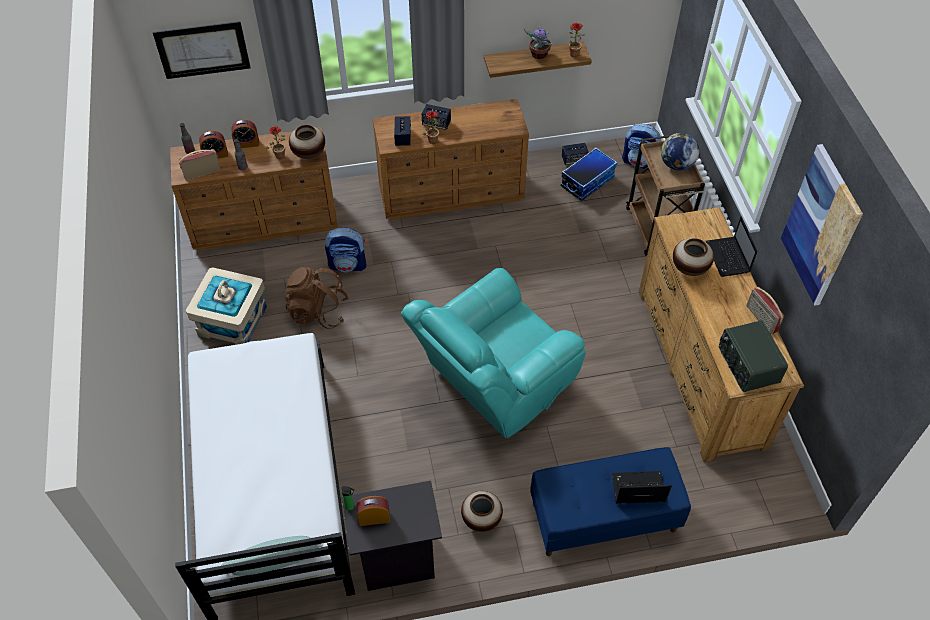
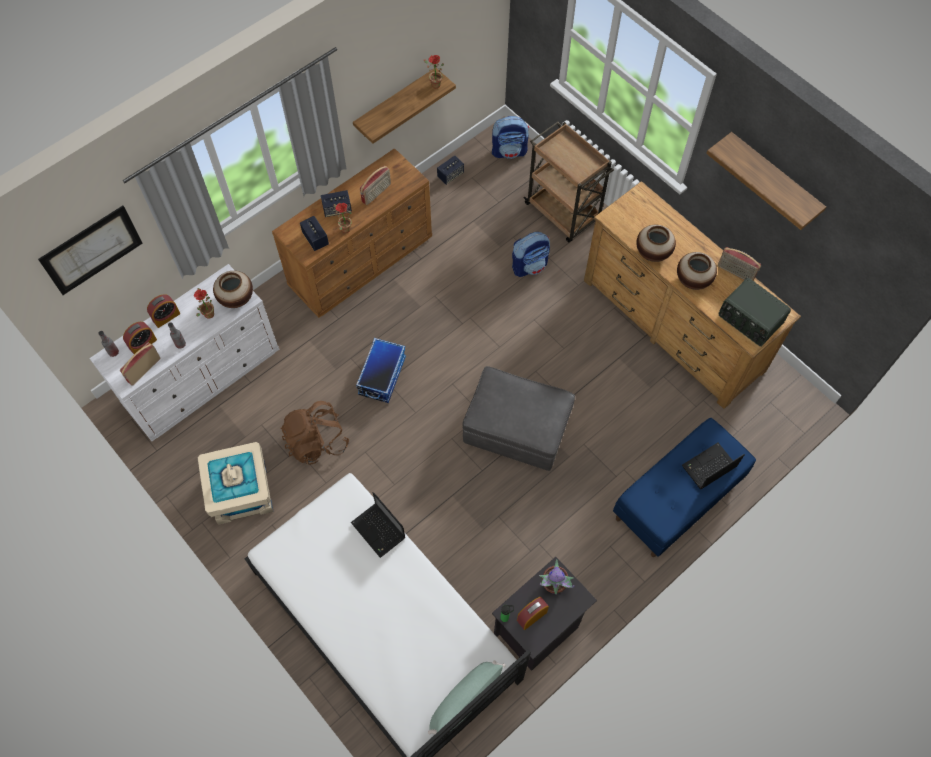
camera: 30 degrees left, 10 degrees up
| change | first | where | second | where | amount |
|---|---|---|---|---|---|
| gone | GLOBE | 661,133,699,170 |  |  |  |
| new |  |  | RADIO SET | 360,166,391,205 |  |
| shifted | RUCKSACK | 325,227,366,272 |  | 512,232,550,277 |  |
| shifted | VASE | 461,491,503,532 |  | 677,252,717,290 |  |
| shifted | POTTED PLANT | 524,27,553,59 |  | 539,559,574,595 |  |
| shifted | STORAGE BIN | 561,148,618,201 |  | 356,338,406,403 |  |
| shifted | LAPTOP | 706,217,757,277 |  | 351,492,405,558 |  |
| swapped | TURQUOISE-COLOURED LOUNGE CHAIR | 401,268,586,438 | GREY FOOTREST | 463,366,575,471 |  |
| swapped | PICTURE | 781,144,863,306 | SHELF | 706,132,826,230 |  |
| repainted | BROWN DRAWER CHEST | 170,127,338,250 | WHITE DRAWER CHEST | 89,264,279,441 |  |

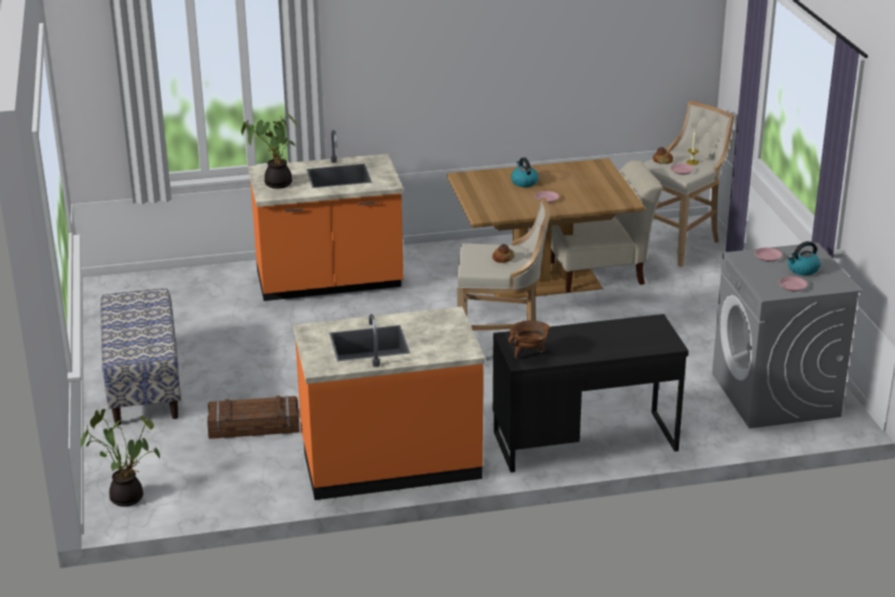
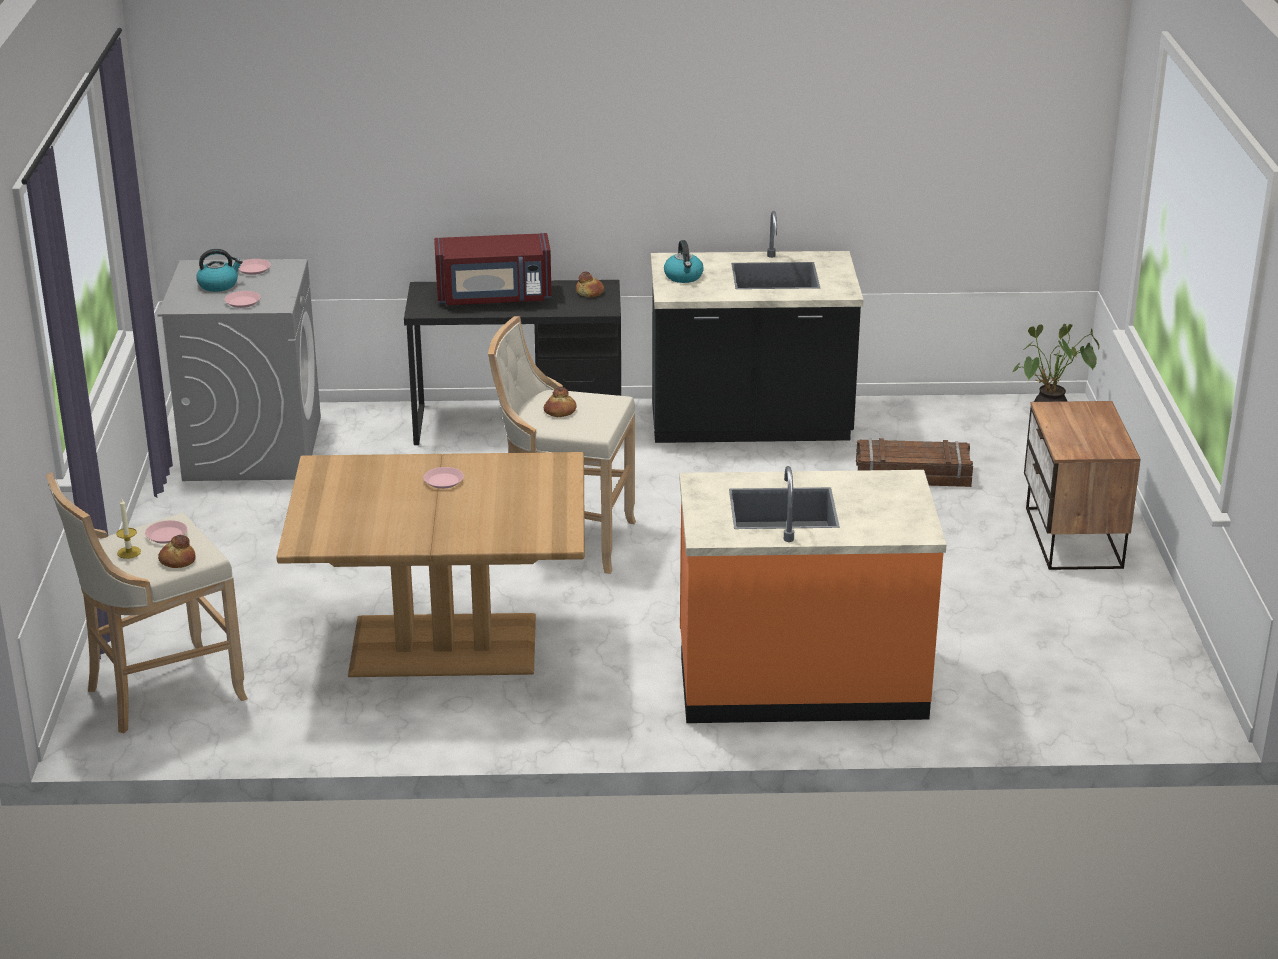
camera: 170 degrees left, 0 degrees up
| change | first | where | second | where | amount |
|---|---|---|---|---|---|
| gone | POTTED PLANT | 241,113,297,189 |  |  |  |
| gone | BEIGE UPRIGHT CHAIR | 551,160,662,293 |  |  |  |
| new |  |  | RED-COLOURED MICROWAVE OVEN | 434,233,552,305 |  |
| shifted | WATER KETTLE | 511,157,539,187 |  | 664,240,704,283 |  |
| swapped | INDOOR BENCH | 100,288,181,426 | NIGHTSTAND | 1024,401,1141,570 |  |
| swapped | BROWN STOCKPOT | 508,320,550,359 | BAKED BREAD | 576,271,604,297 |  |
| repainted | ORANGEY KITCHEN BASE UNIT | 293,307,485,500 | BLACK-COLOURED KITCHEN BASE UNIT | 651,211,863,443 |  |

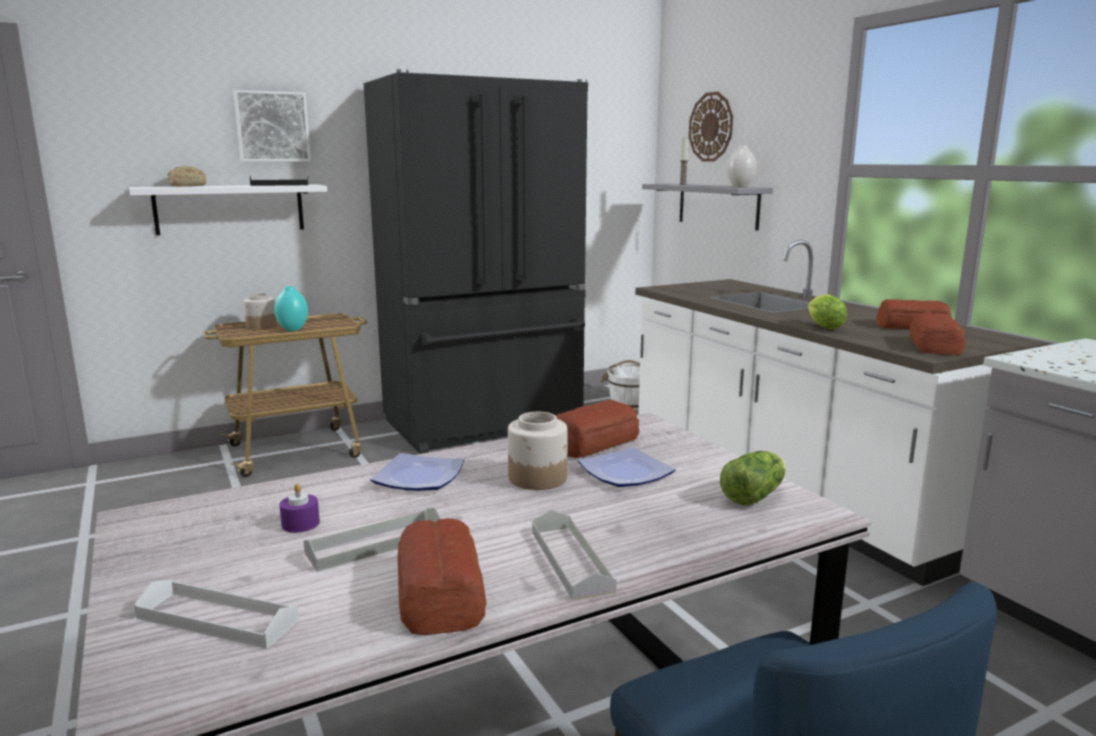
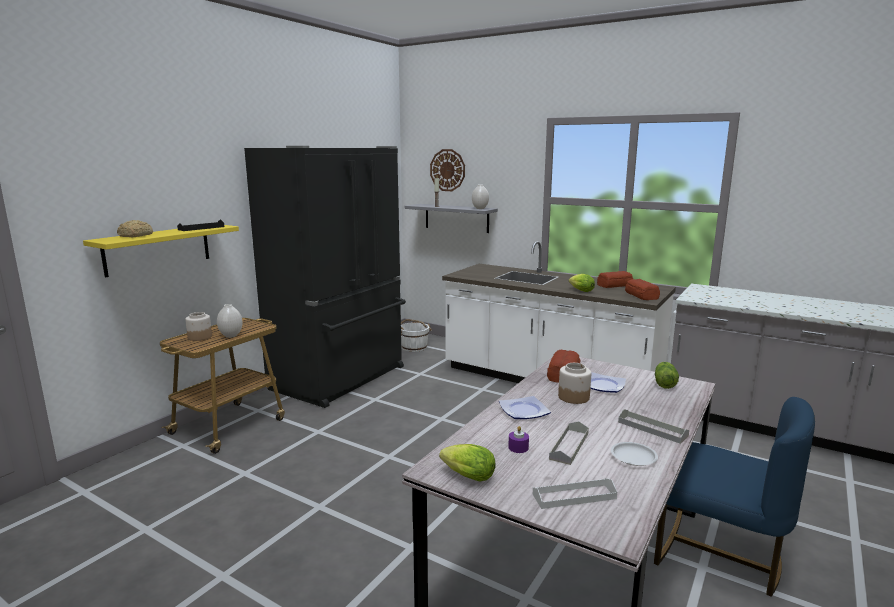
camera: 30 degrees left, 0 degrees up
| change | first | where | second | where | amount |
|---|---|---|---|---|---|
| gone | PICTURE | 233,90,311,162 |  |  |  |
| new |  |  | HEAD OF LETTUCE | 439,444,495,482 |  |
| swapped | BAKED BREAD | 398,518,487,635 | WHITE DINNER PLATE | 611,442,658,466 |  |
| repainted | WHITE SHELF | 129,184,327,235 | YELLOW-COLOURED SHELF | 83,225,239,277 |  |
| repainted | TURQUOISE-COLOURED VASE | 274,286,308,331 | WHITE VASE | 217,304,243,338 |  |

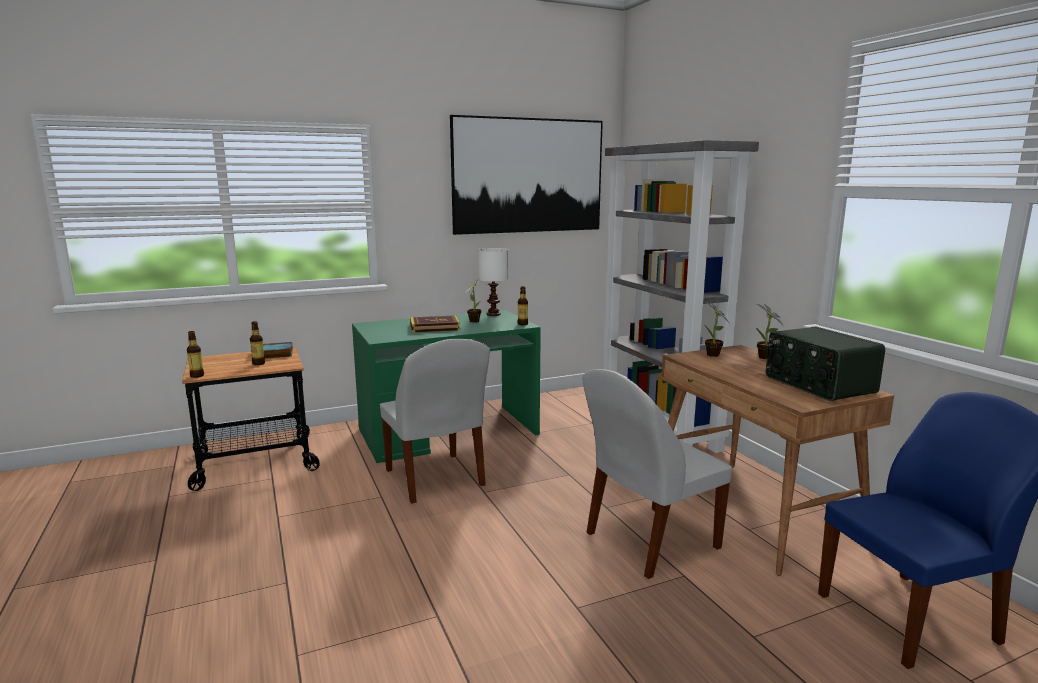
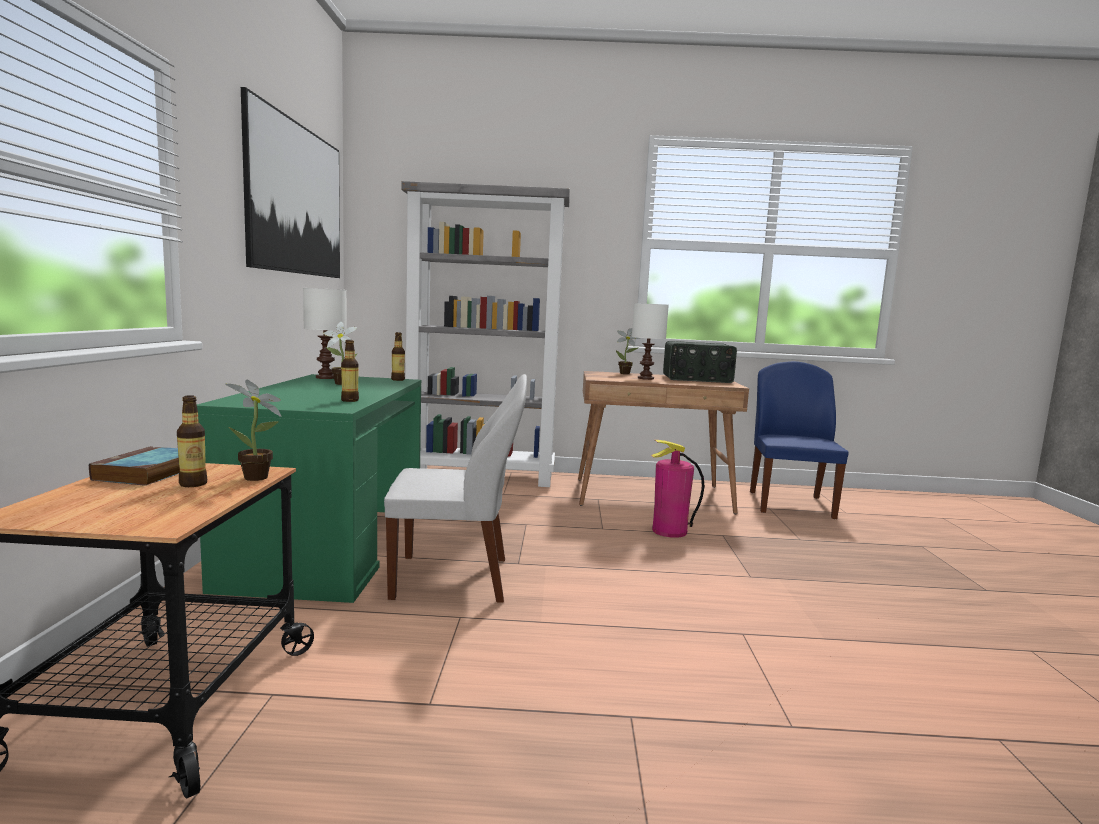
camera: 65 degrees left, 5 degrees down
| change | first | where | second | where | amount |
|---|---|---|---|---|---|
| gone | VOLUME | 410,315,460,333 |  |  |  |
| new |  |  | WHITE TABLETOP LAMP | 632,303,669,380 |  |
| shifted | DRINK BOTTLE | 187,331,204,378 |  | 341,340,359,402 |  |
| shifted | POTTED PLANT | 705,302,730,357 |  | 226,380,282,481 |  |
| swapped | WHITE UPRIGHT CHAIR | 582,369,732,579 | FIRE-FIGHTING CYLINDER | 651,440,704,538 |  |

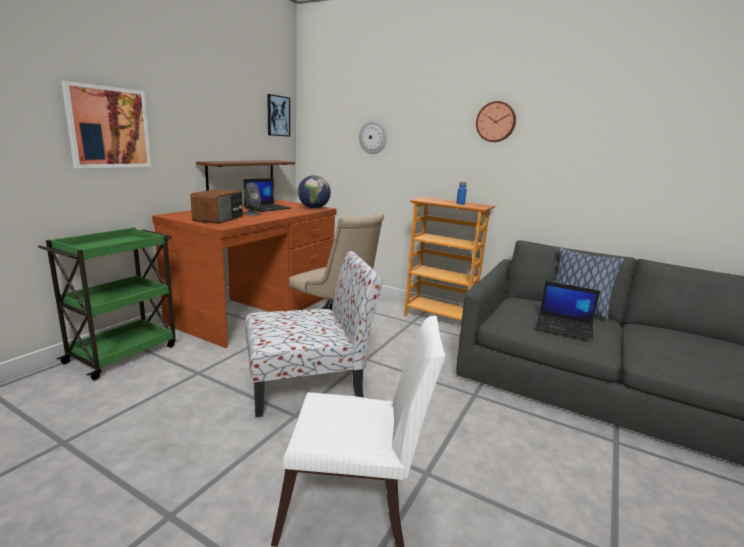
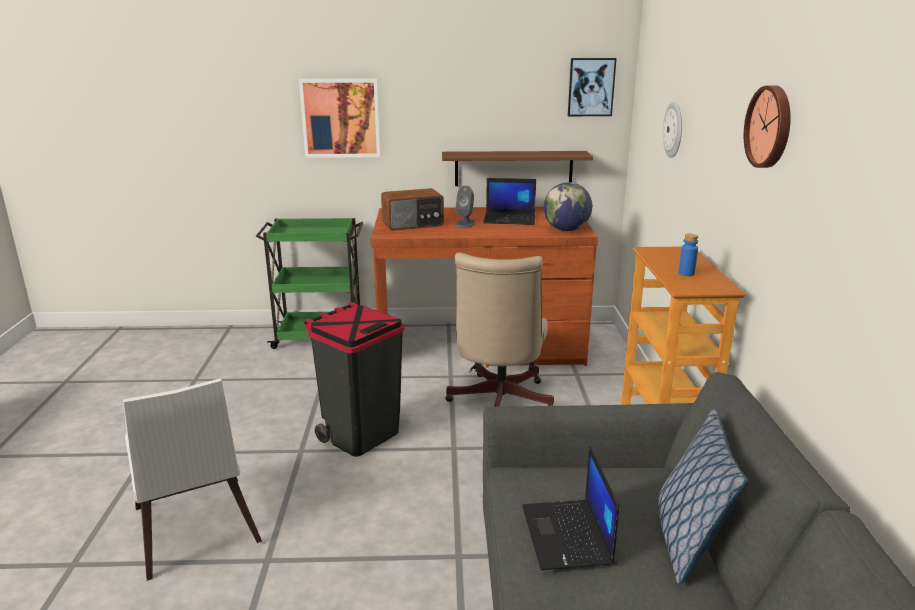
camera: 60 degrees right, 5 degrees up
| change | first | where | second | where | amount |
|---|---|---|---|---|---|
| swapped | UPRIGHT CHAIR | 245,251,383,417 | BLACK-COLOURED RUBBISH BIN | 304,302,405,457 |  |

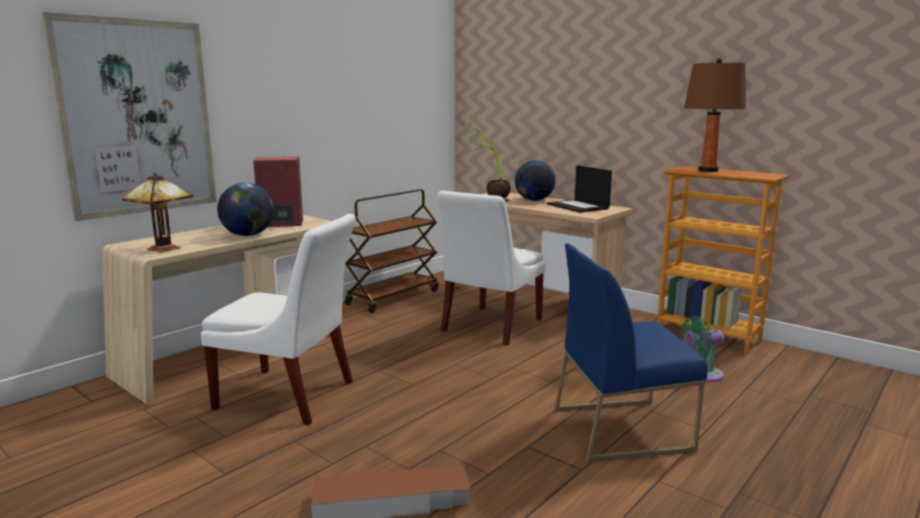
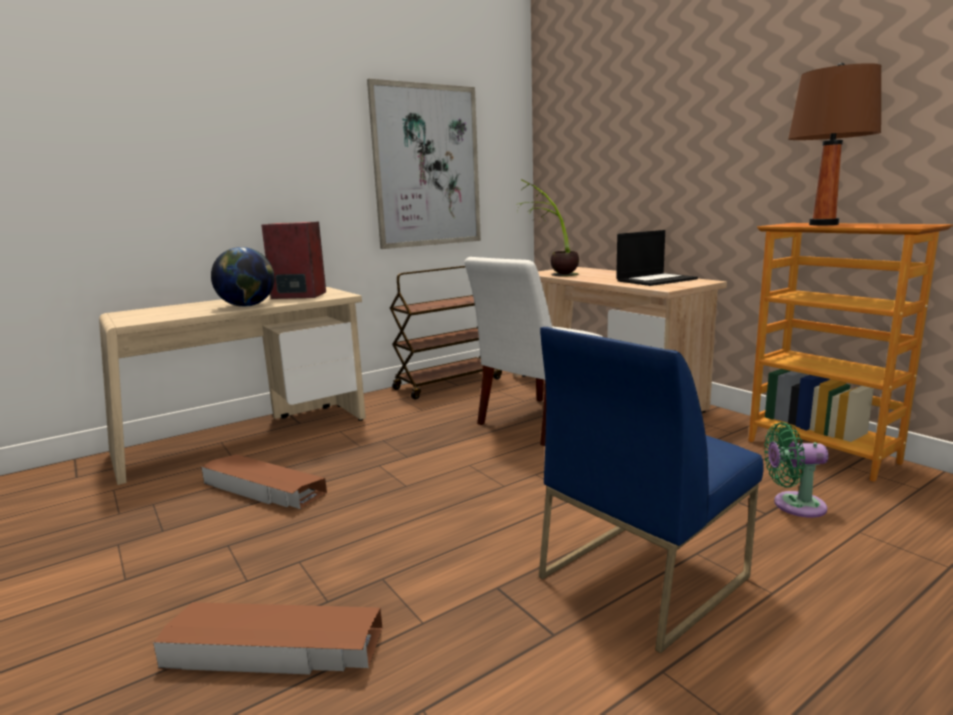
camera: 15 degrees right, 0 degrees up
| change | first | where | second | where | amount |
|---|---|---|---|---|---|
| gone | TABLETOP LAMP | 122,172,193,252 |  |  |  |
| gone | GLOBE | 515,160,556,201 |  |  |  |
| shifted | PICTURE | 42,12,217,221 |  | 367,79,481,249 |  |
| swapped | WHITE UPRIGHT CHAIR | 201,214,356,425 | BROWN STORAGE BIN | 202,454,327,509 |  |
| rotated | LAPTOP | 547,165,612,213 |  | 616,230,698,286 | 105 degrees counterclockwise |
| rotated | BLUE-COLOURED UPRIGHT CHAIR | 555,243,708,462 |  | 539,327,764,653 | 45 degrees counterclockwise |

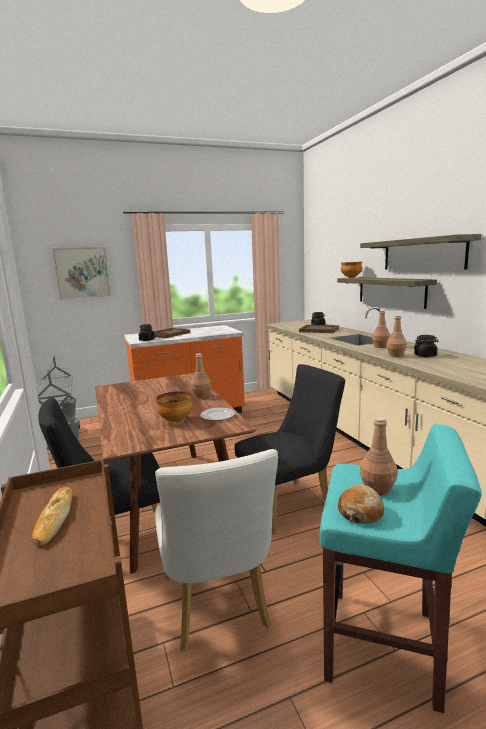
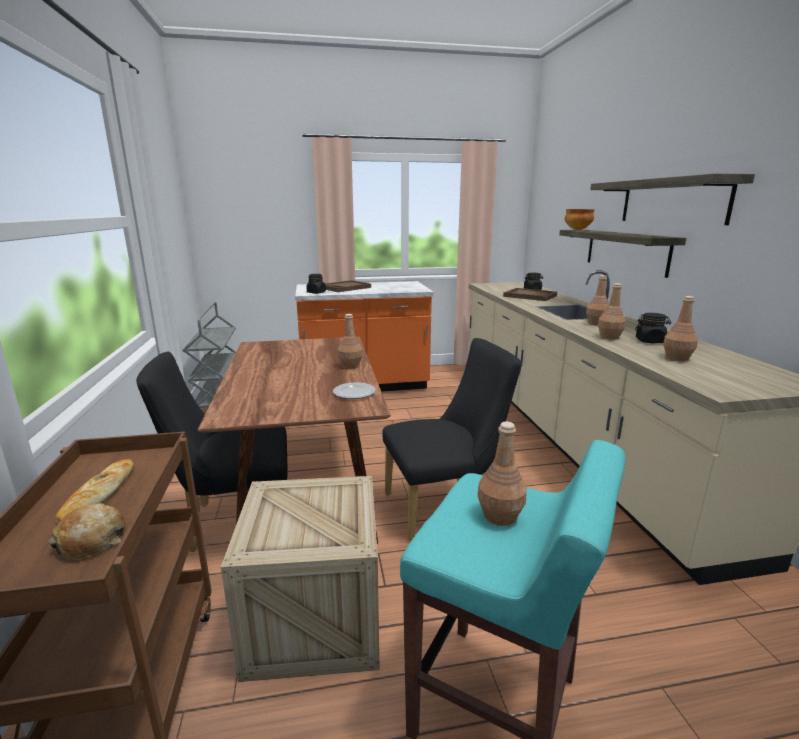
camera: 10 degrees right, 5 degrees up
| change | first | where | second | where | amount |
|---|---|---|---|---|---|
| gone | PICTURE | 52,247,111,299 |  |  |  |
| gone | DEEP DISH | 156,391,193,422 |  |  |  |
| new |  |  | BROWN DRINK BOTTLE | 663,296,698,361 |  |
| shifted | BAKED BREAD | 338,484,384,524 |  | 49,503,125,559 |  |
| swapped | WHITE UPRIGHT CHAIR | 155,449,278,651 | PACKING CRATE | 221,476,380,682 |  |

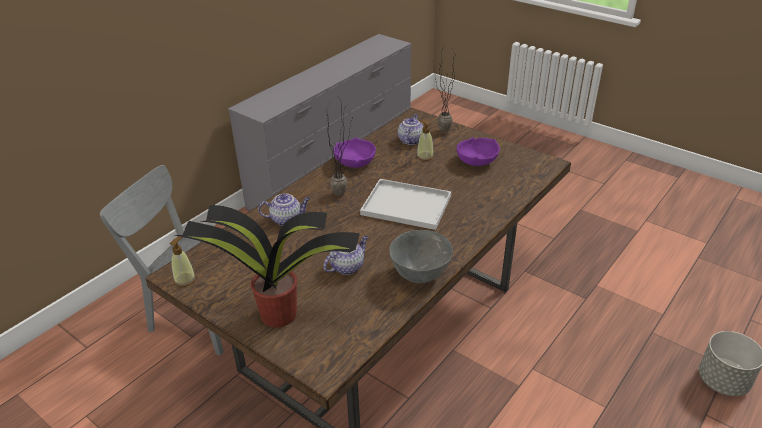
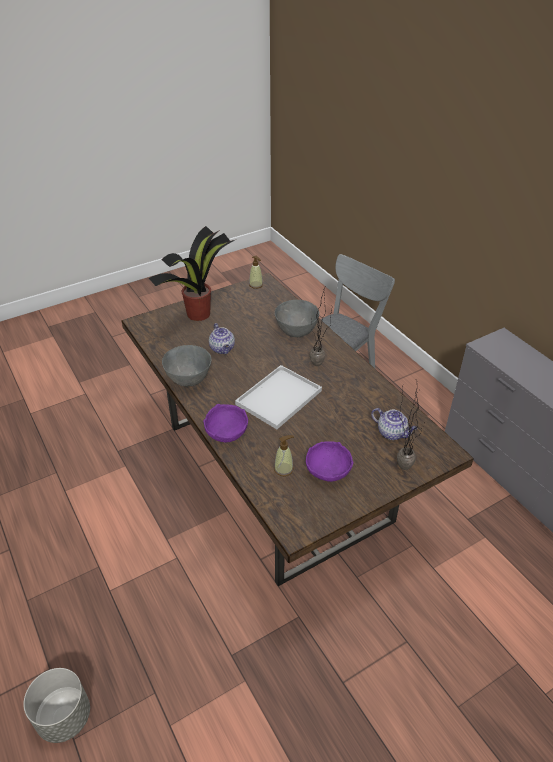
camera: 110 degrees right, 5 degrees up
| change | first | where | second | where | amount |
|---|---|---|---|---|---|
| shifted | PURPLISH DEEP DISH | 333,137,376,168 |  | 203,404,248,442 |  |
| shifted | SOAP BOTTLE | 417,120,434,161 |  | 274,435,294,476 |  |
| swapped | POT FOR TEA | 258,193,310,226 | GREY DEEP DISH | 275,300,320,337 |  |

